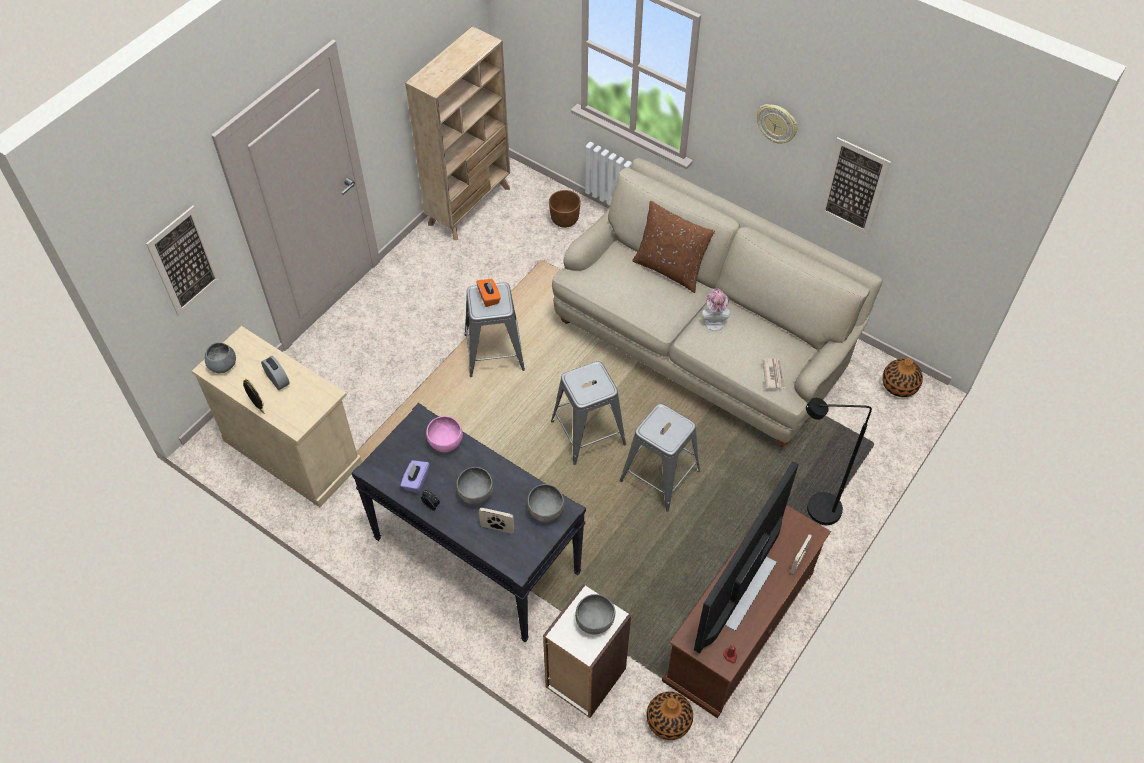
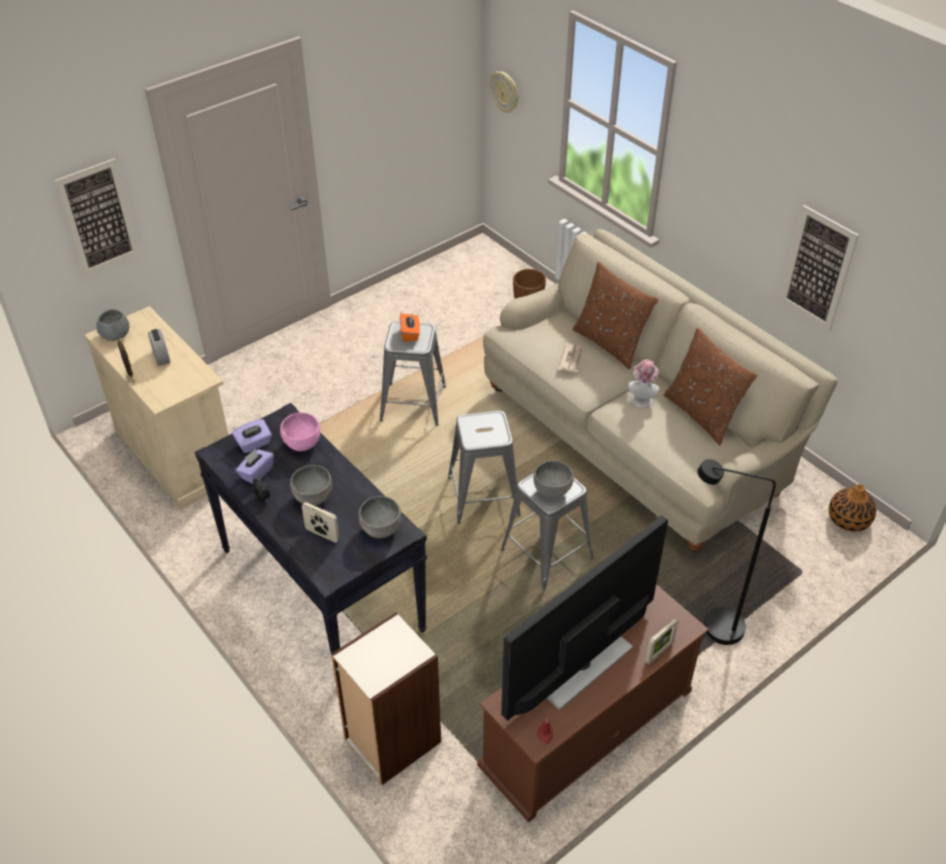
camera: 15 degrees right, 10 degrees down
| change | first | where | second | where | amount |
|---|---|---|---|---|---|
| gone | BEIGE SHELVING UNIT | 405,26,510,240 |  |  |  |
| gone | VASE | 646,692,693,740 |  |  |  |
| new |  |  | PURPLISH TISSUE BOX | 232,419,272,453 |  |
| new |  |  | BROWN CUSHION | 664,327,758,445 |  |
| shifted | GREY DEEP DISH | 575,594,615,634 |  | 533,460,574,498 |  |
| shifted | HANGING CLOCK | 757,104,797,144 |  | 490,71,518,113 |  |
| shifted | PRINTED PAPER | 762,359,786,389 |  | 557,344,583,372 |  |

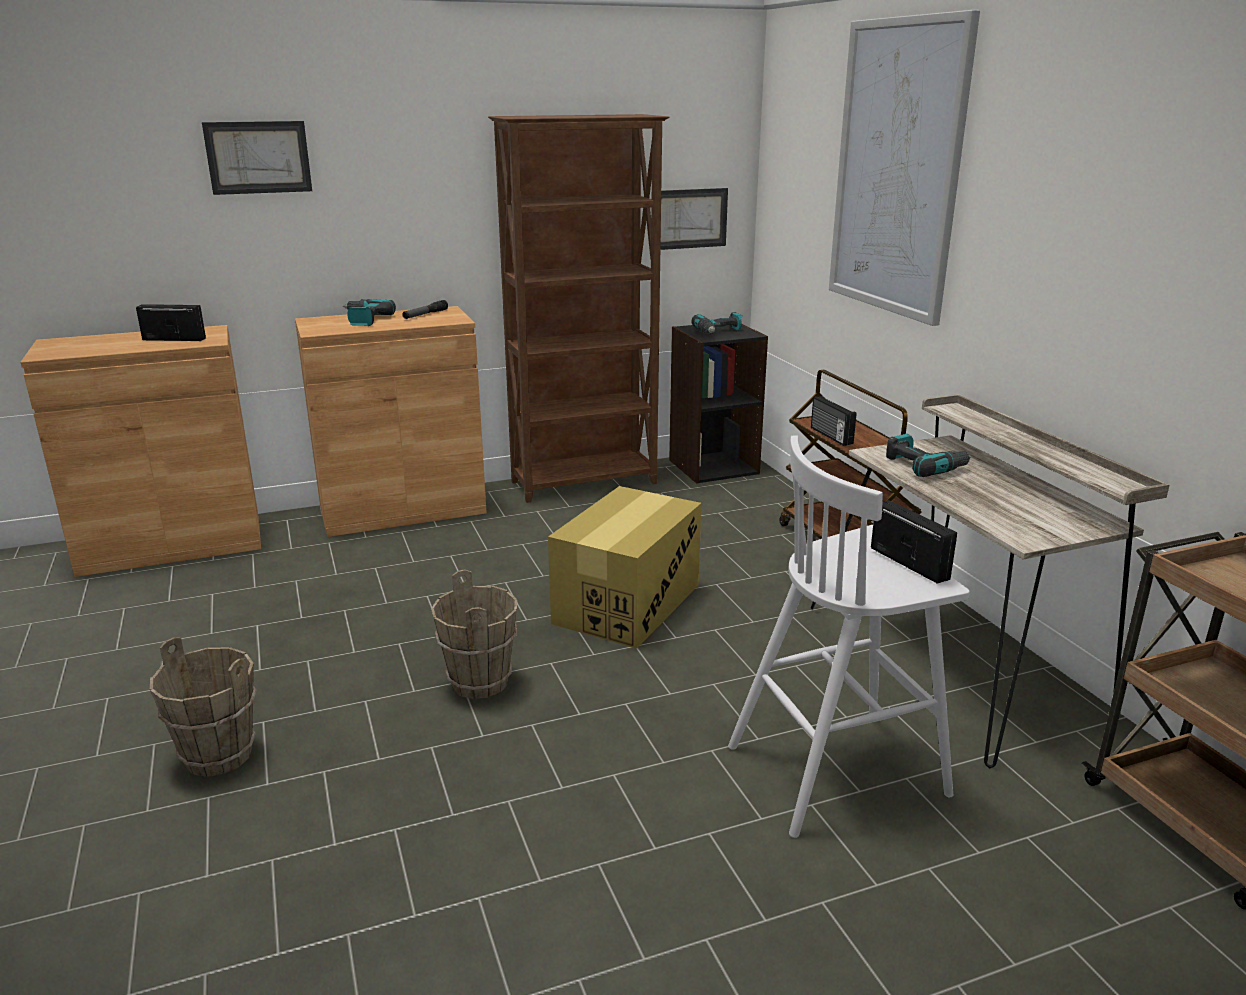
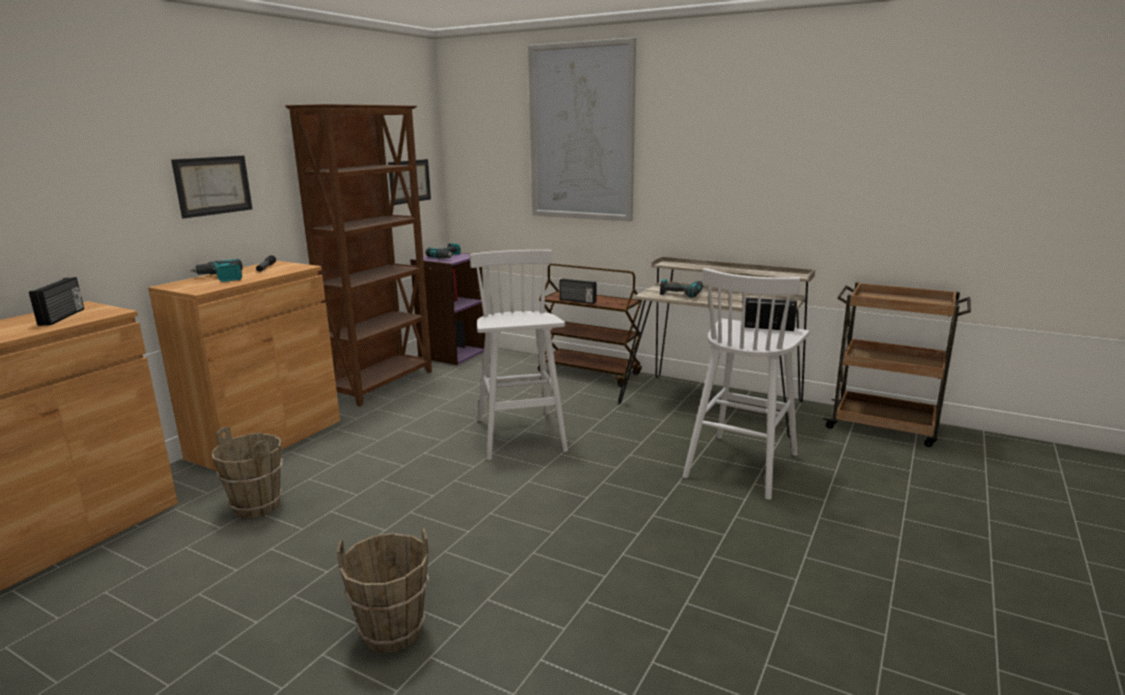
camera: 40 degrees left, 5 degrees down
| change | first | where | second | where | amount |
|---|---|---|---|---|---|
| shifted | PICTURE | 202,121,312,195 |  | 171,156,252,218 |  |
| shifted | BROWN WATER BUCKET | 431,569,517,699 |  | 212,427,283,518 |  |
| swapped | PACKING BOX | 548,486,701,649 | WHITE SITTING STOOL | 470,250,568,460 |  |
| repainted | BLACK-COLOURED SHELVING UNIT | 669,324,768,484 | PURPLISH SHELVING UNIT | 410,253,485,365 |  |
| rotated | RADIO SET | 136,304,206,341 |  | 29,277,84,326 | 120 degrees clockwise |

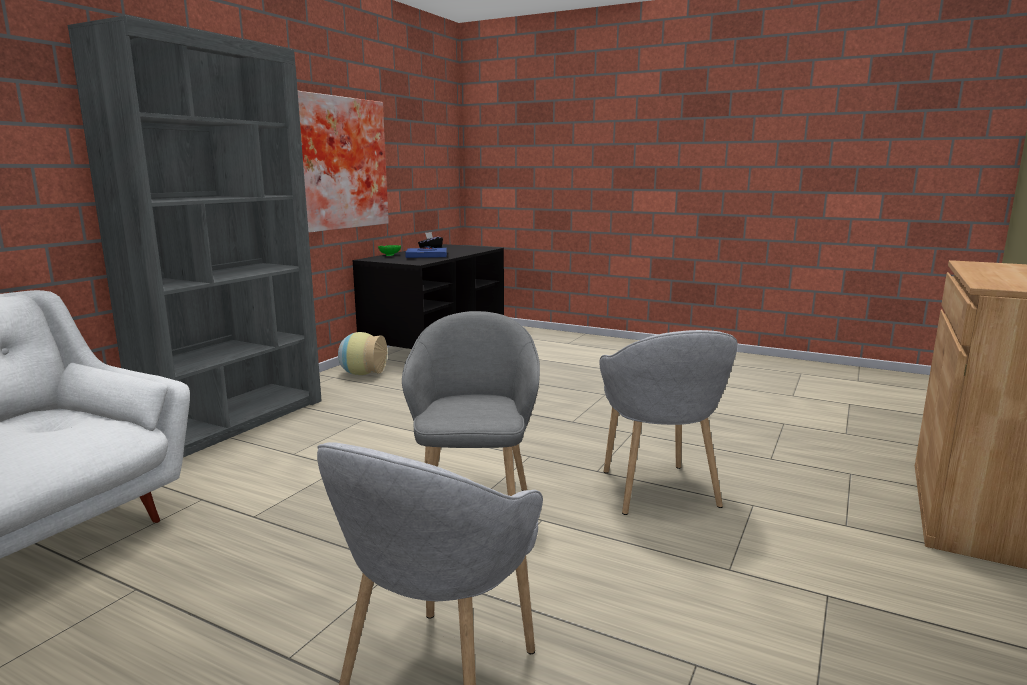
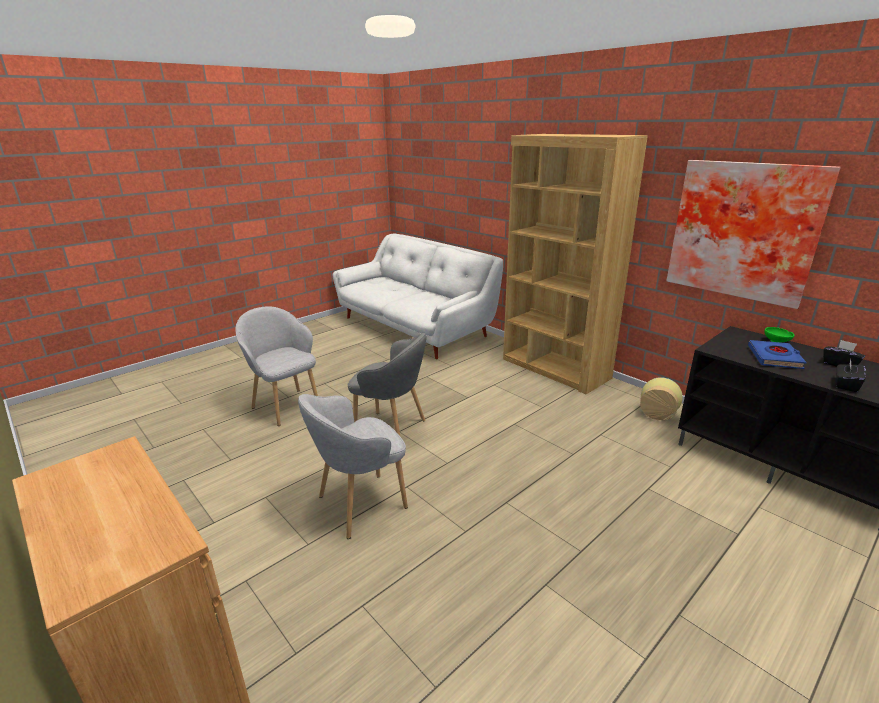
camera: 110 degrees right, 10 degrees up
| change | first | where | second | where | amount |
|---|---|---|---|---|---|
| new |  |  | BLACK-COLOURED TISSUE BOX | 836,359,866,392 |  |
| repainted | GREY SHELVING UNIT | 68,15,322,457 | BROWN SHELVING UNIT | 503,134,648,394 |  |
| rotated | GREY LOUNGE CHAIR | 599,330,738,515 |  | 298,394,408,539 | 45 degrees counterclockwise |

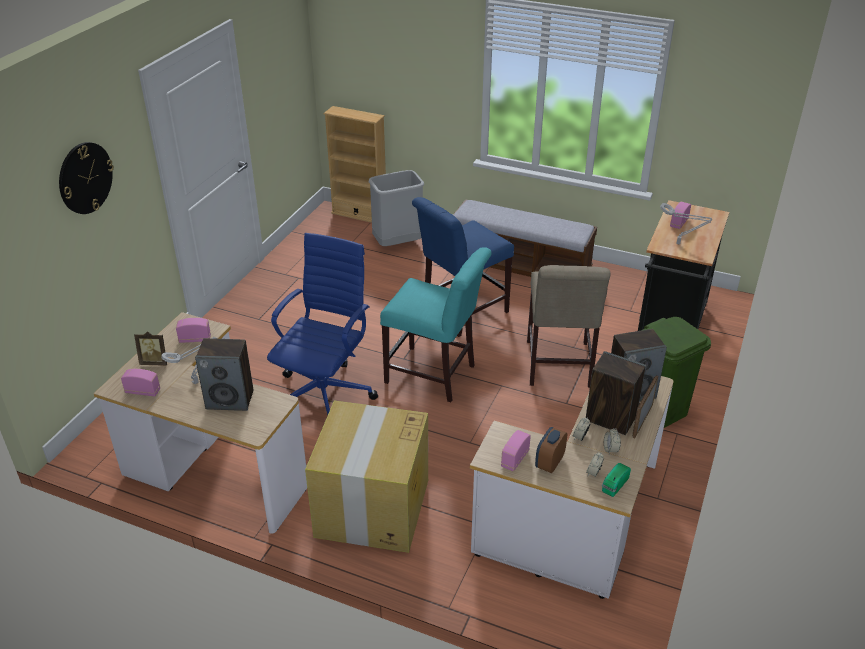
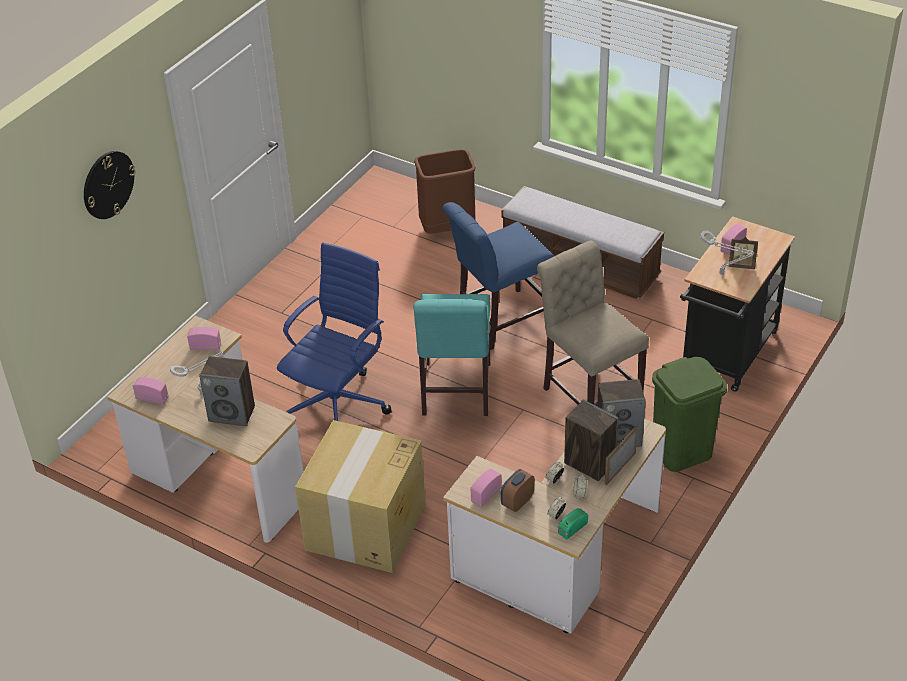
camera: 10 degrees right, 5 degrees up
| change | first | where | second | where | amount |
|---|---|---|---|---|---|
| gone | BEIGE SHELVING UNIT | 323,106,386,223 |  |  |  |
| shifted | STANDING FRAME | 134,332,167,366 |  | 729,237,758,269 |  |
| repainted | GREY RUBBISH BIN | 369,170,424,246 | BROWN RUBBISH BIN | 414,149,476,234 |  |
| rotated | TURQUOISE-COLOURED UPRIGHT CHAIR | 380,247,491,402 |  | 413,294,491,416 | 60 degrees clockwise |
| rotated | BEIGE UPRIGHT CHAIR | 527,265,610,388 |  | 537,240,649,406 | 135 degrees clockwise |

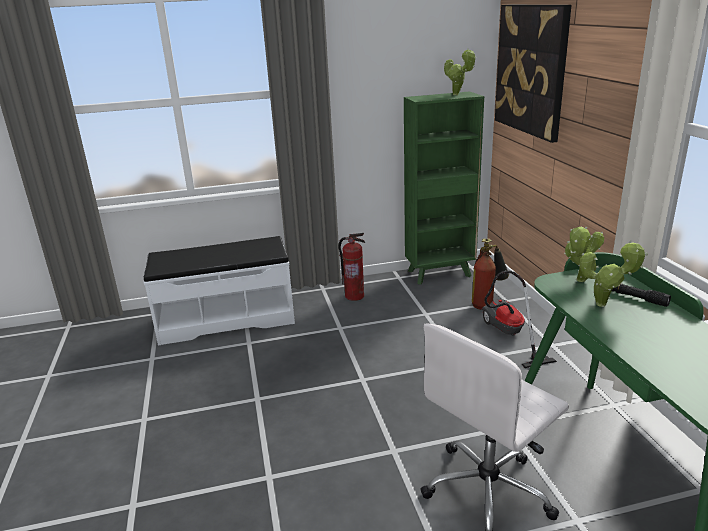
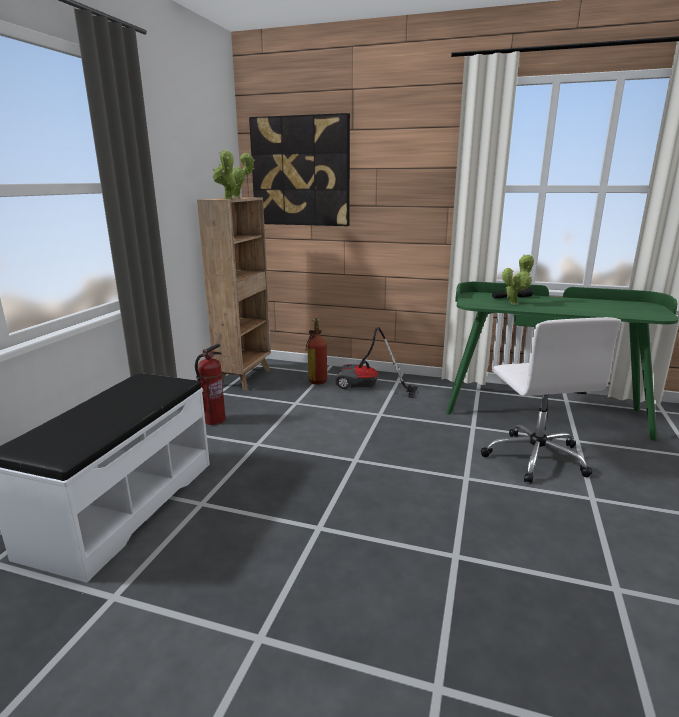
camera: 60 degrees left, 5 degrees down
| change | first | where | second | where | amount |
|---|---|---|---|---|---|
| shifted | POTTED PLANT | 564,226,604,282 |  | 213,150,238,199 |  |
| repainted | GREEN SHELVING UNIT | 404,91,484,285 | BROWN SHELVING UNIT | 197,197,271,390 |  |

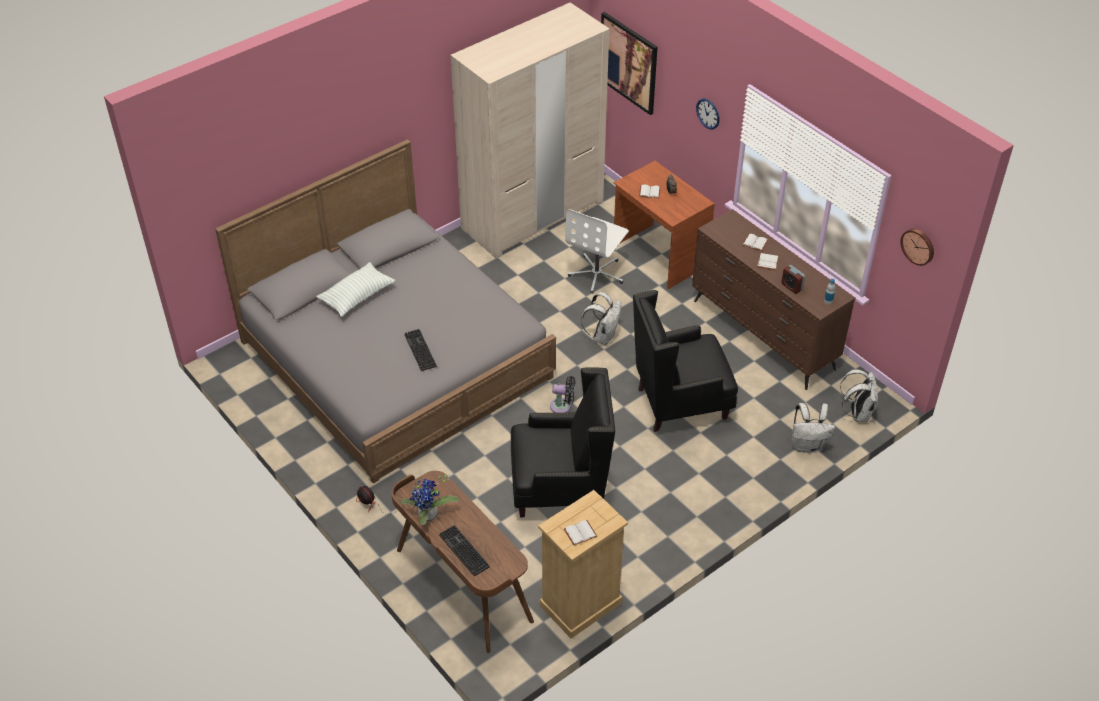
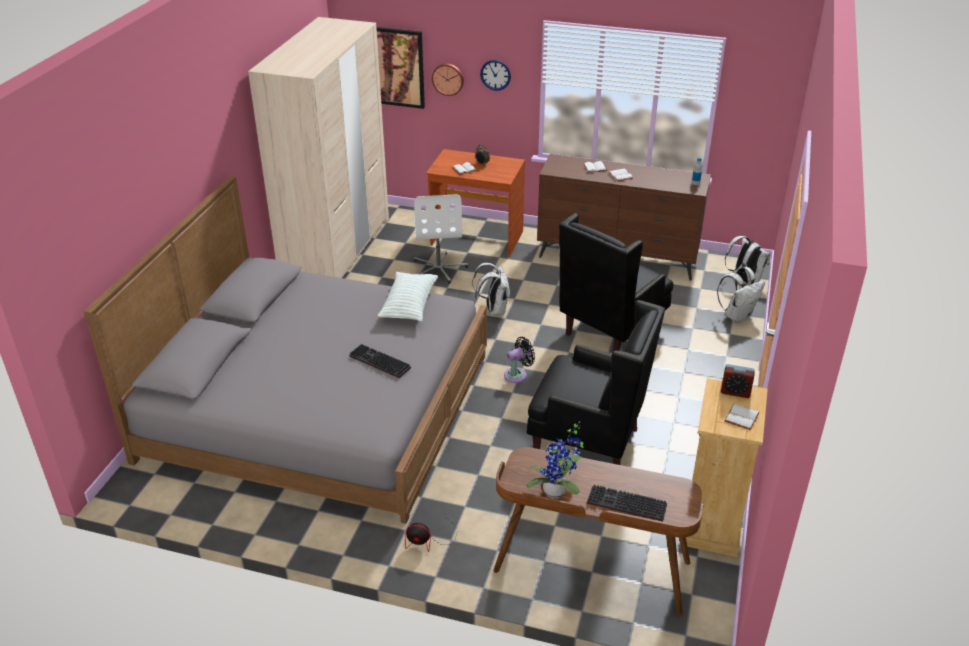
camera: 35 degrees left, 10 degrees down
| change | first | where | second | where | amount |
|---|---|---|---|---|---|
| shifted | CUSHION | 316,262,396,317 |  | 377,272,438,322 |  |
| shifted | ALARM CLOCK | 781,265,805,294 |  | 721,364,755,398 |  |
| shifted | HANGING CLOCK | 900,229,934,266 |  | 432,63,464,96 |  |
| rotated | BLACK-COLOURED LOUNGE CHAIR | 511,367,615,518 |  | 527,300,665,465 | 60 degrees clockwise |

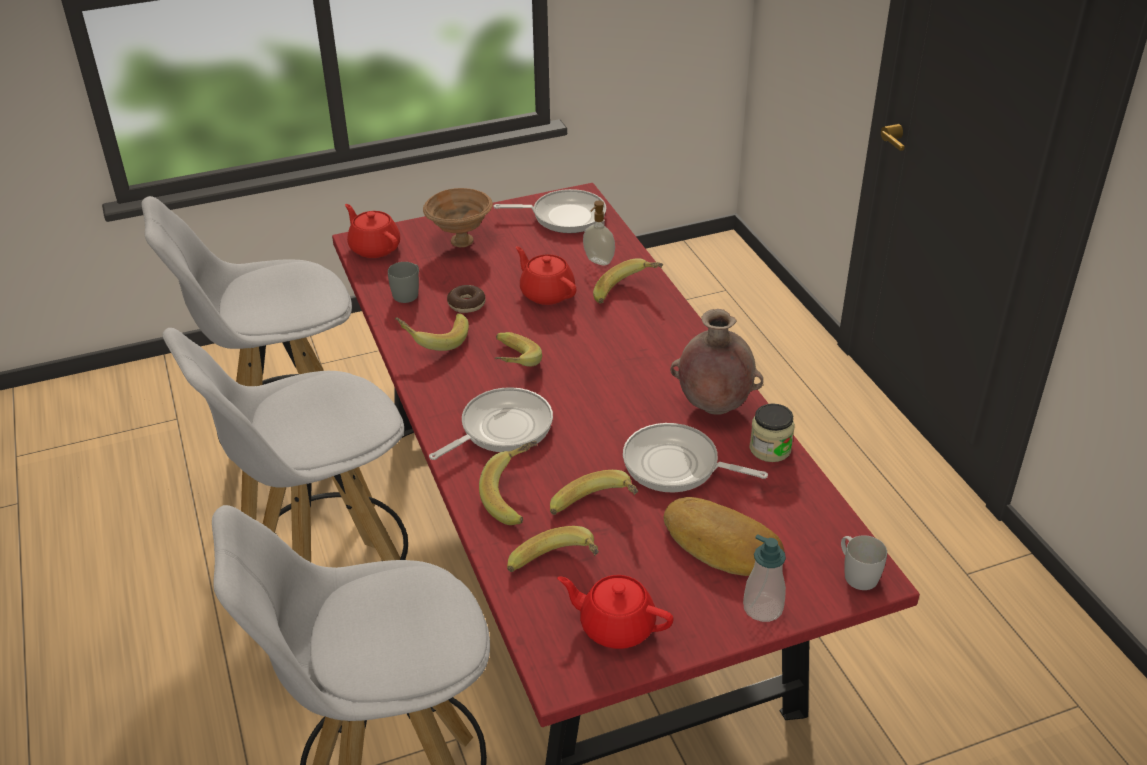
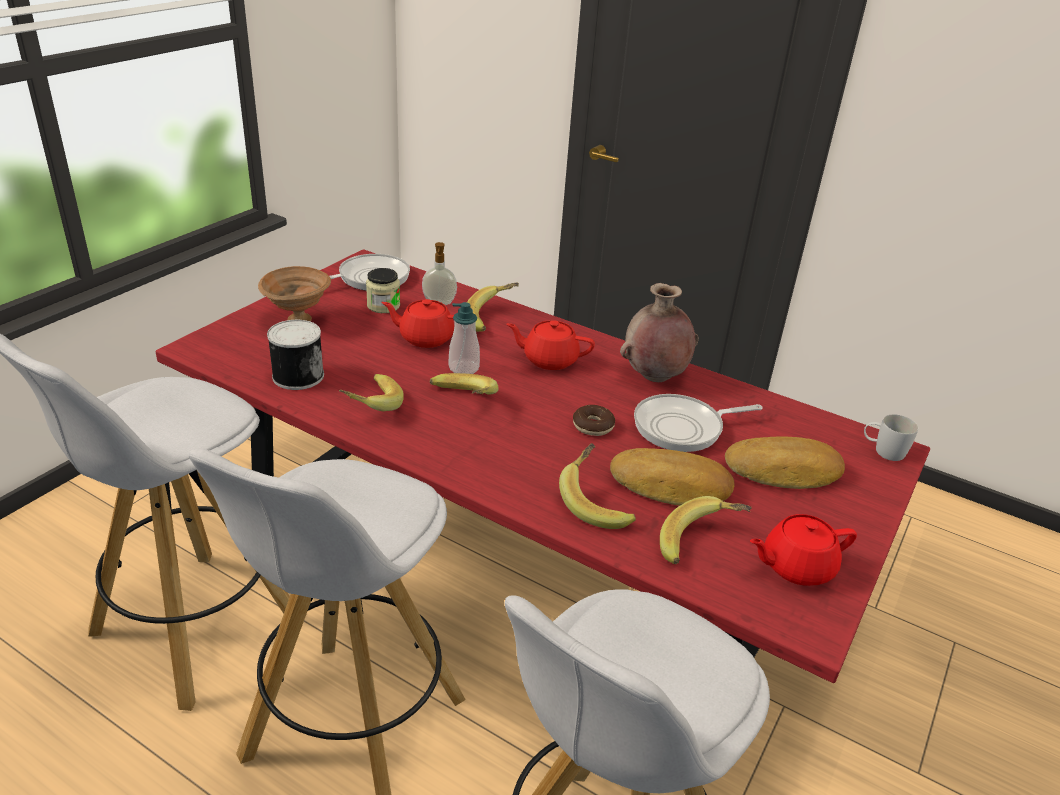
camera: 40 degrees left, 5 degrees down
| change | first | where | second | where | amount |
|---|---|---|---|---|---|
| gone | FRYING PAN | 429,387,553,460 |  |  |  |
| shifted | RED-COLOURED POT FOR TEA | 345,204,400,258 |  | 506,320,595,370 |  |
| shifted | RING DOUGHNUT | 447,285,485,313 |  | 573,405,615,436 |  |
| shifted | SOAP BOTTLE | 743,534,786,622 |  | 449,302,480,374 |  |
| shifted | PRESERVE JAR | 749,403,795,462 |  | 366,268,400,313 |  |
| swapped | GREY COFFEE MUG | 388,262,419,303 | CAN | 267,320,324,390 |  |
| swapped | BANANA FRUIT | 550,470,638,515 | BAKED BREAD | 610,448,735,505 |  |

